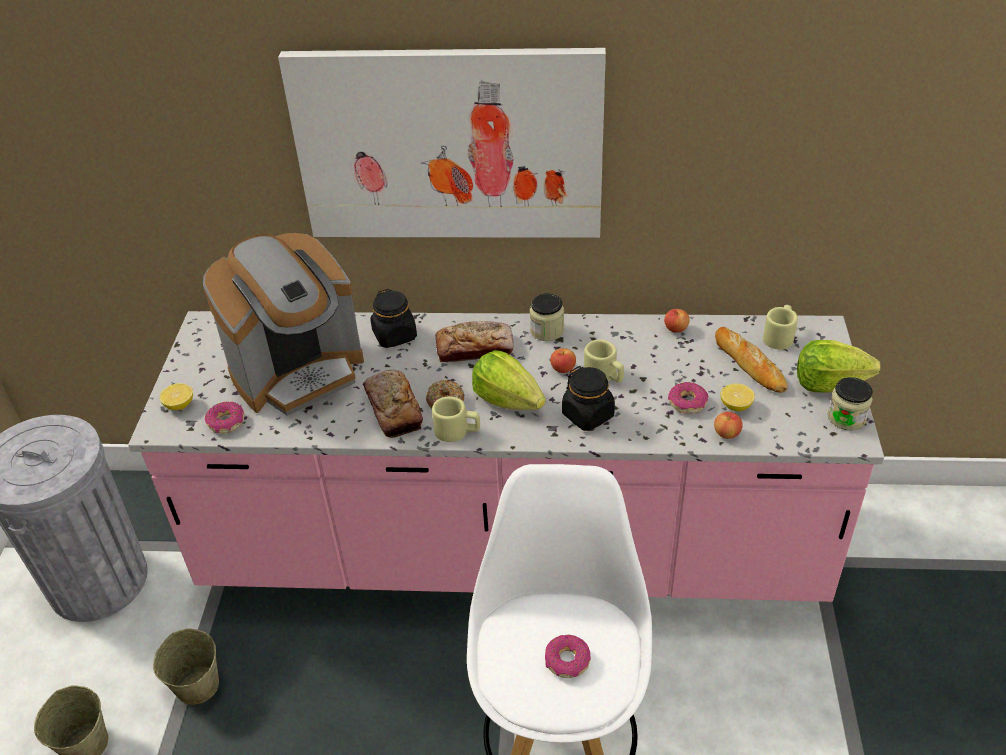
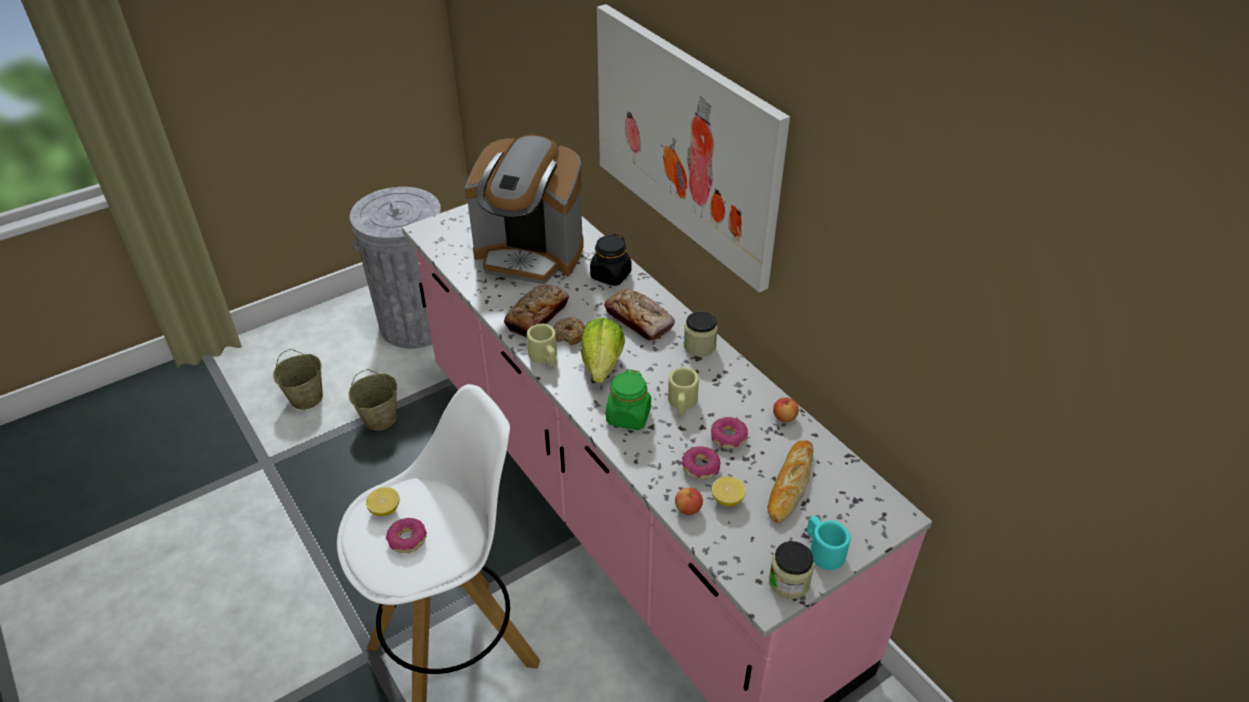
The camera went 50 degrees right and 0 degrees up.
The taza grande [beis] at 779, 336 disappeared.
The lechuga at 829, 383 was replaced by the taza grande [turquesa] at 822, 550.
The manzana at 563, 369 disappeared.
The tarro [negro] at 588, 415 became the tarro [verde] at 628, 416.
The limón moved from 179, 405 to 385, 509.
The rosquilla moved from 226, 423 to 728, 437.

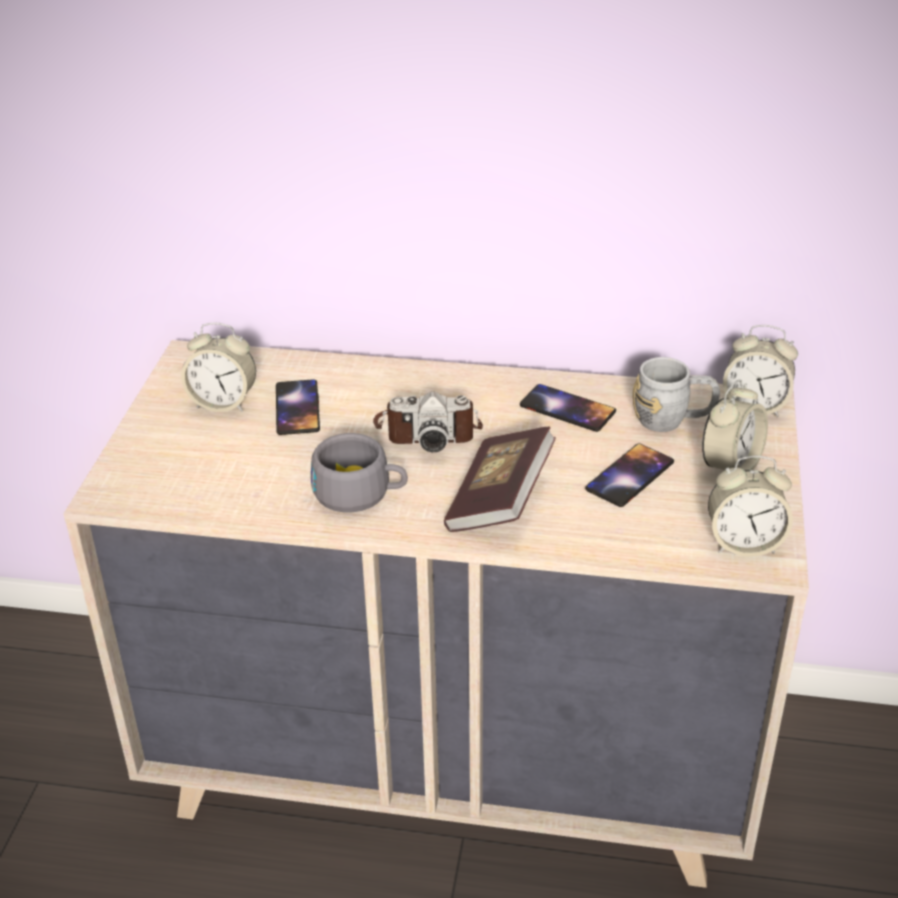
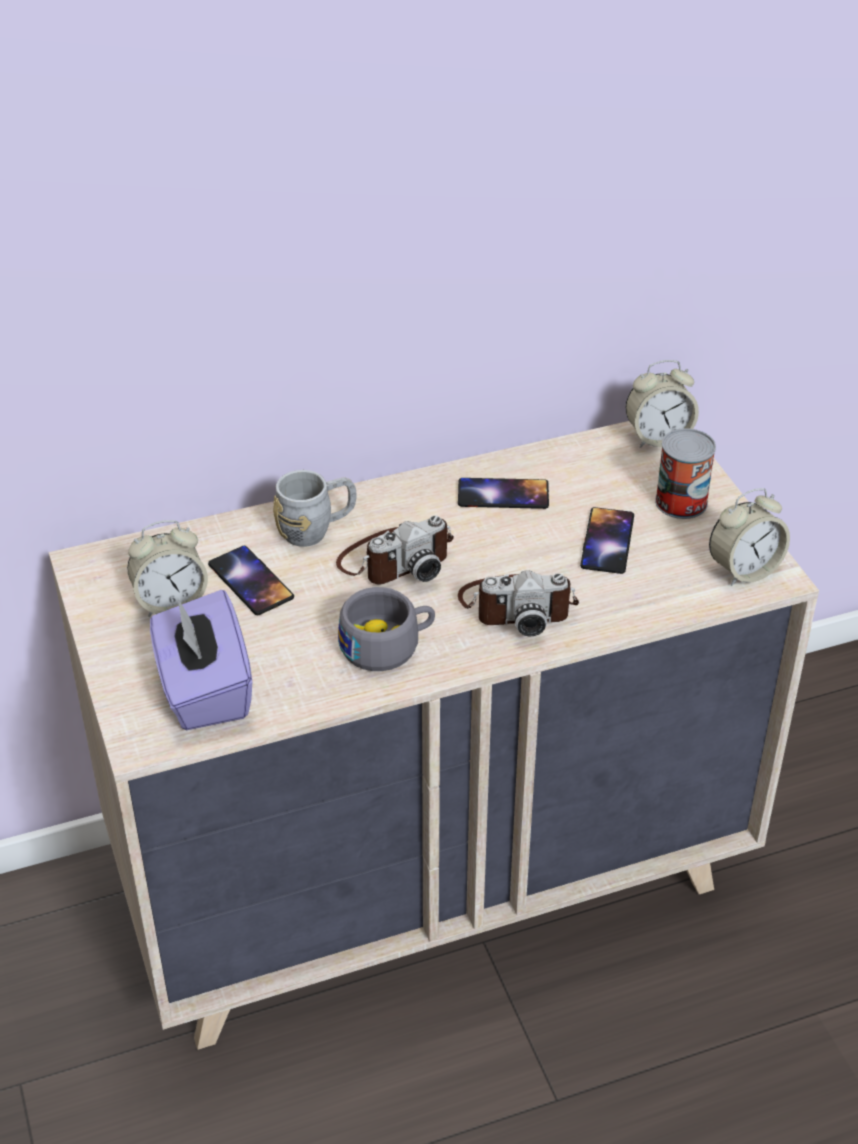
The camera went 30 degrees left and 5 degrees up.
The taza grande [gris] moved from 672, 420 to 316, 529.
The despertador at 730, 466 was replaced by the lata at 681, 502.
The libro at 499, 501 was replaced by the cámara at 517, 606.
The caja de pañuelos [morado] at 204, 690 appeared.

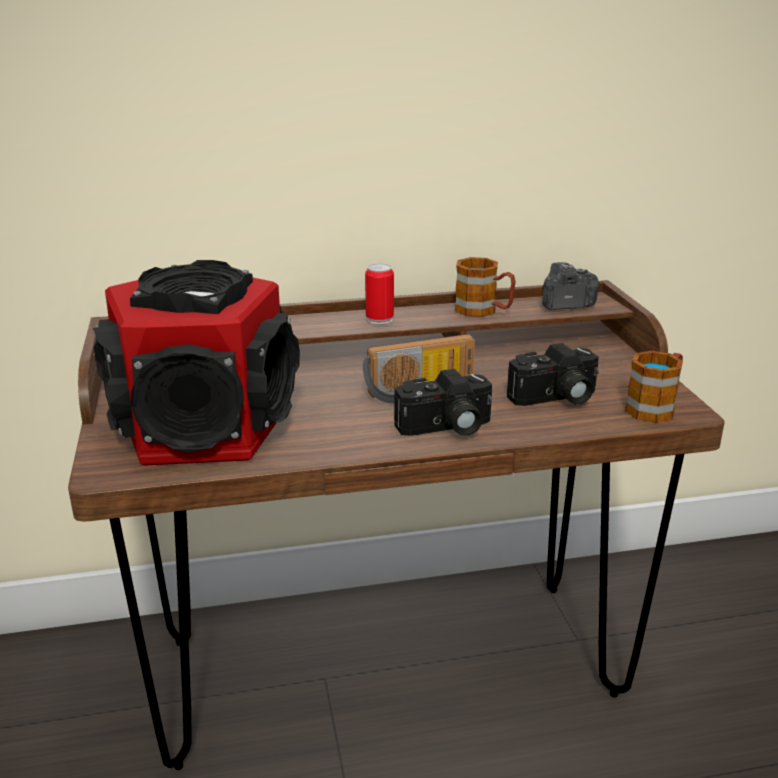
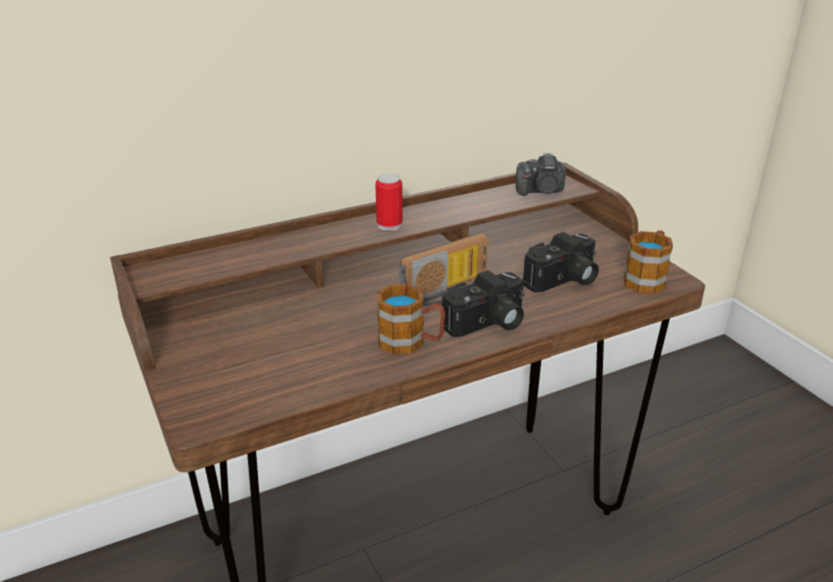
The camera went 15 degrees left and 5 degrees up.
The taza grande moved from 483, 311 to 411, 342.
The altavoz at 202, 428 disappeared.
The cámara at 565, 305 turned 150 degrees counterclockwise.

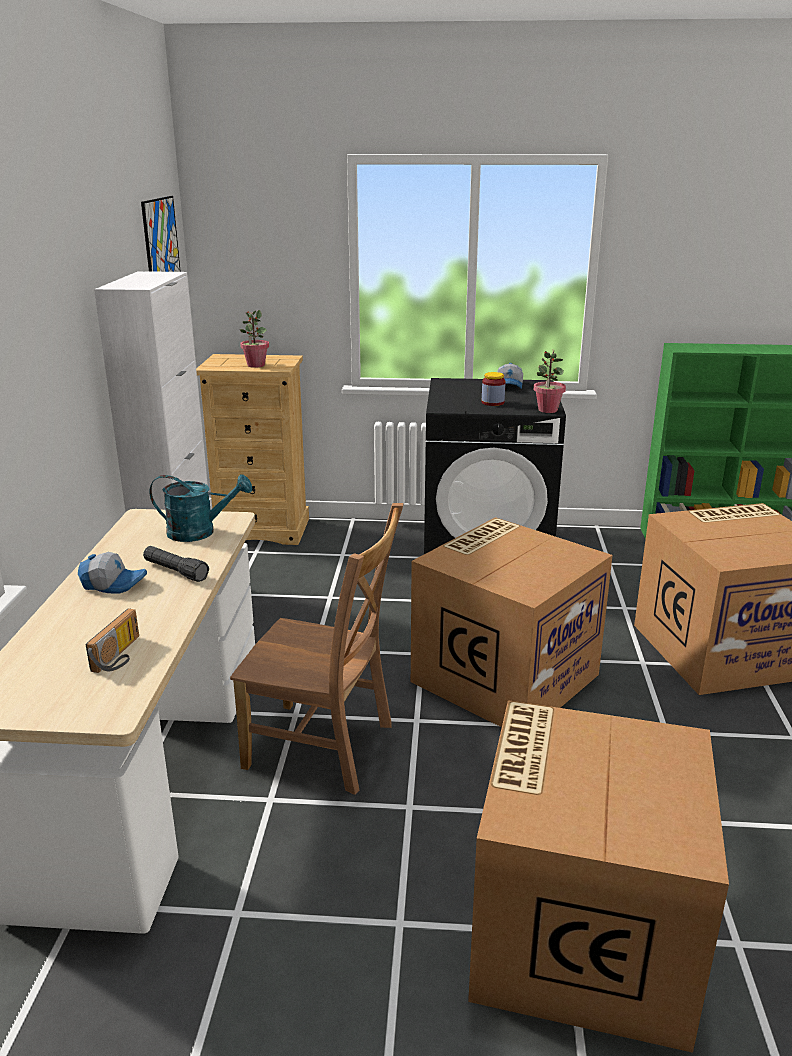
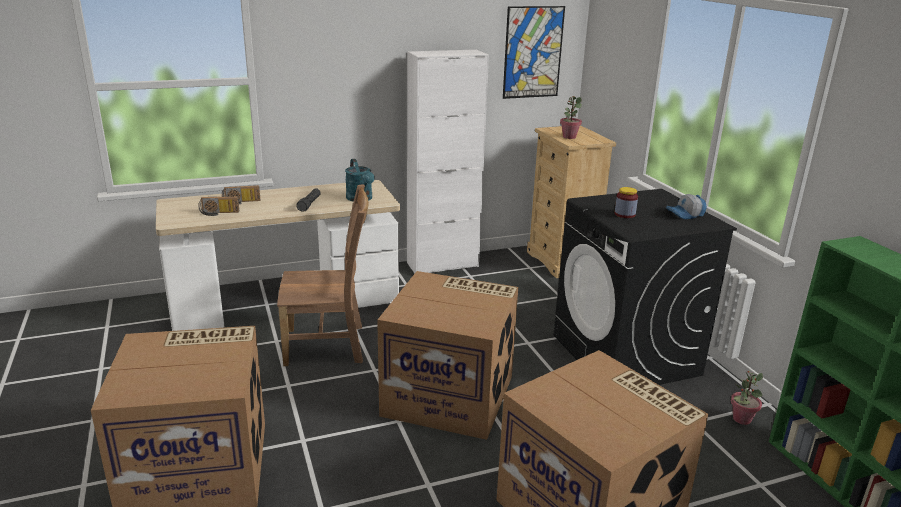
The camera went 65 degrees right and 0 degrees up.
The planta en maceta moved from 547, 410 to 741, 419.
The silla [marrón] at 325, 748 turned 90 degrees counterclockwise.
The gorra at 114, 584 disappeared.
The radio at 241, 202 appeared.

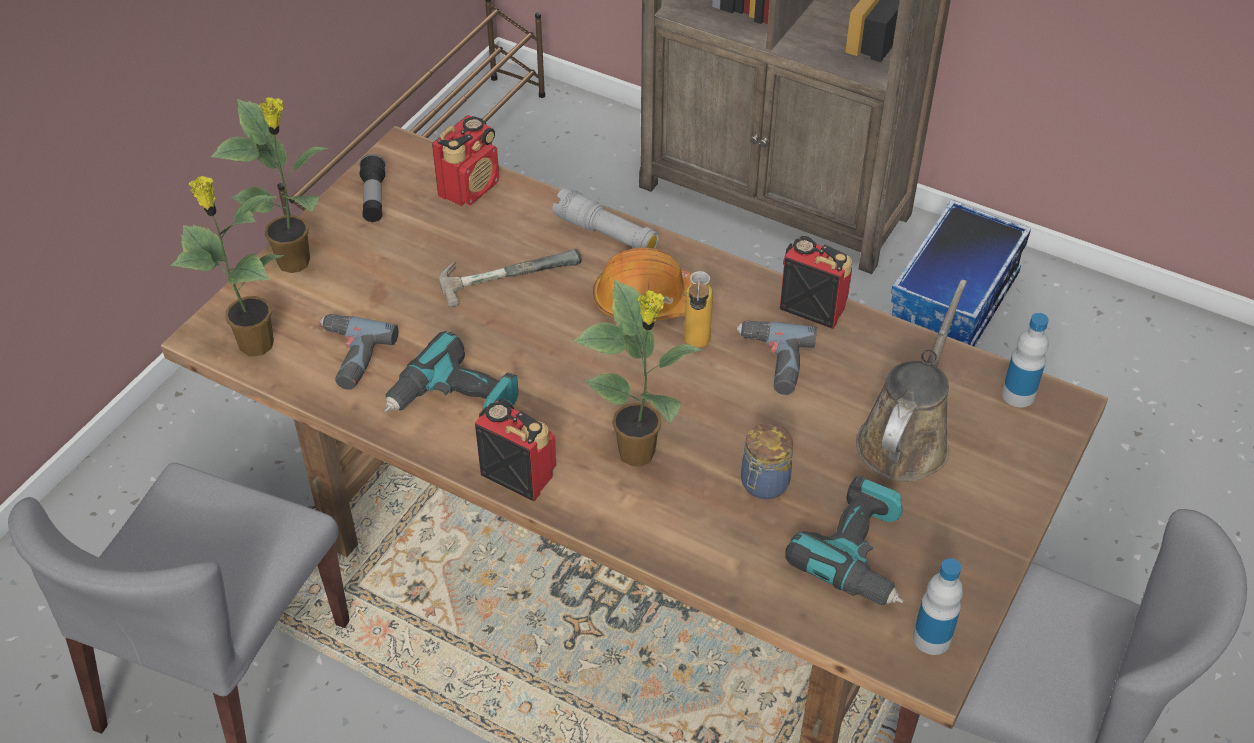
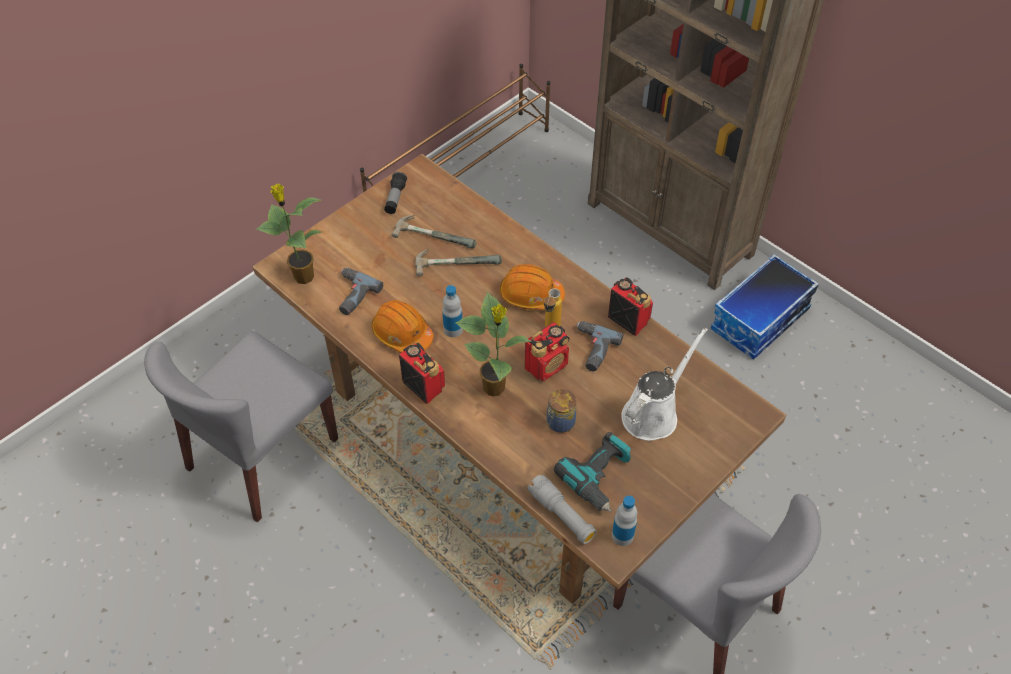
The camera went 15 degrees right and 5 degrees up.
The planta en maceta at 296, 262 disappeared.
The radio moved from 470, 188 to 547, 366.
The linterna [gris] moved from 606, 234 to 561, 515.
The regadera [marrón] at 906, 438 became the regadera [blanco] at 653, 413.
The botella moved from 1018, 395 to 453, 329.
The taladro at 454, 401 was replaced by the casco [naranja] at 402, 334.
The martillo at 436, 233 appeared.

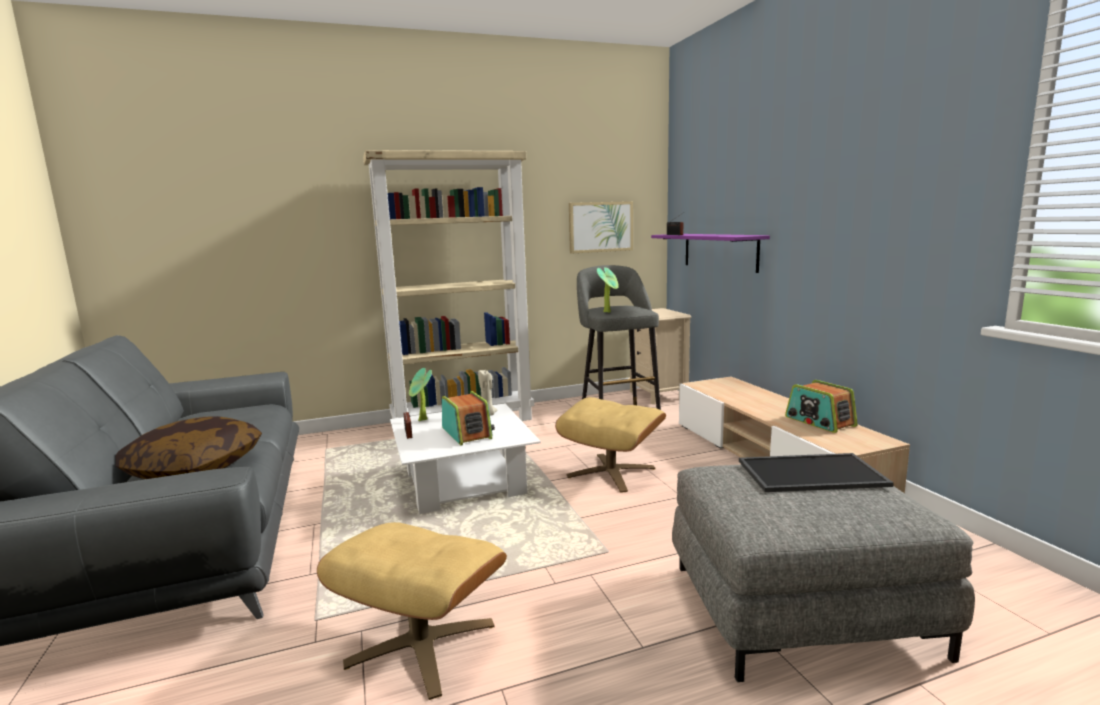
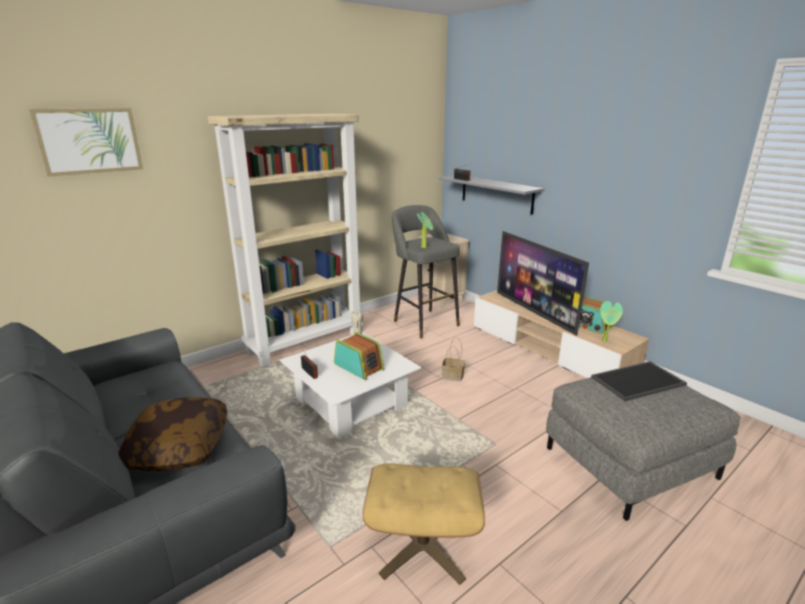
The camera went 20 degrees left and 10 degrees up.
The cuadro moved from 600, 227 to 89, 141.
The estante [morado] at 719, 251 became the estante [gris] at 496, 194.
The planta en maceta moved from 422, 420 to 605, 341.
The puf [beis] at 611, 472 was replaced by the cesta at 453, 376.
The televisor at 535, 312 appeared.

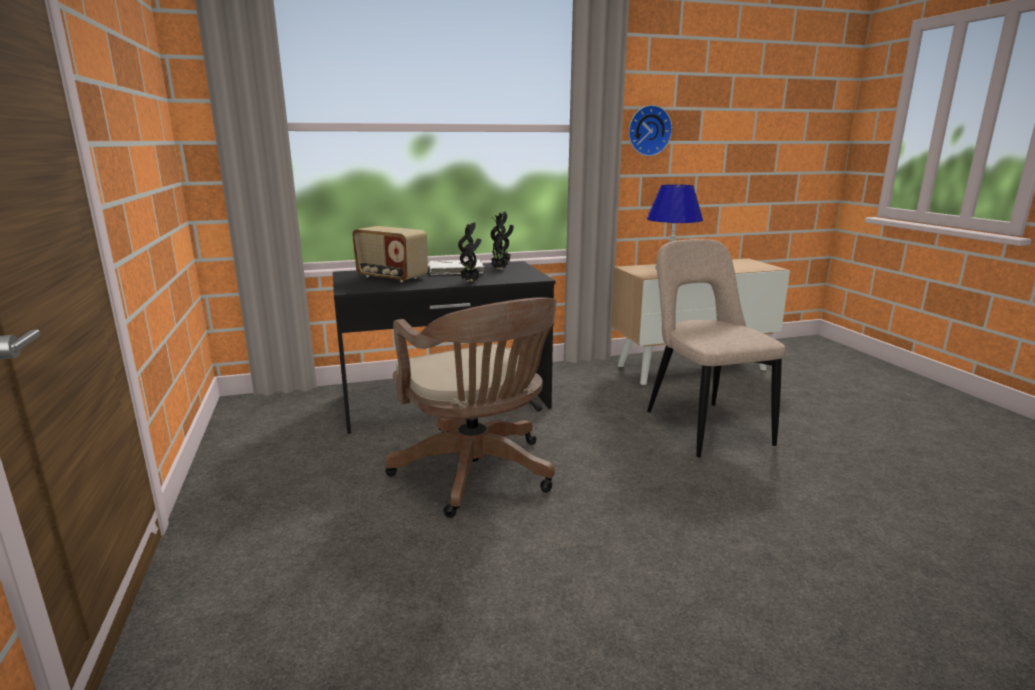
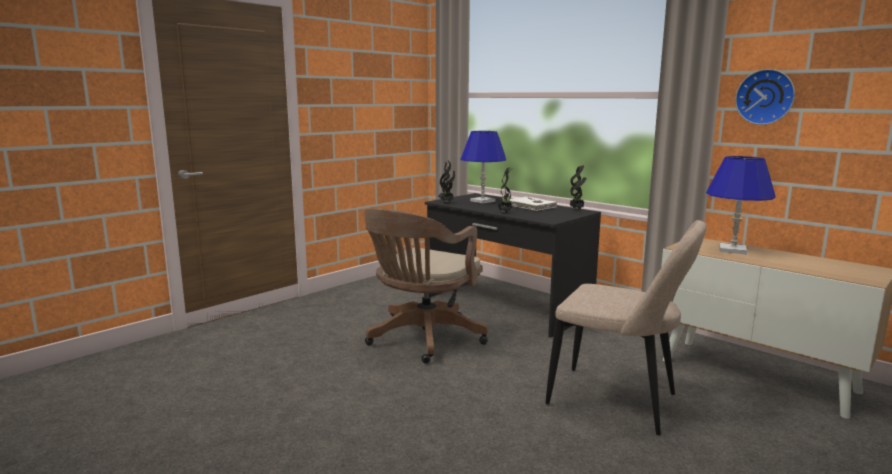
The camera went 60 degrees right and 5 degrees down.
The planta en maceta moved from 498, 269 to 447, 202.
The radio at 391, 277 was replaced by the lámpara de mesa [azul] at 482, 201.
The silla [beis] at 703, 426 turned 75 degrees clockwise.

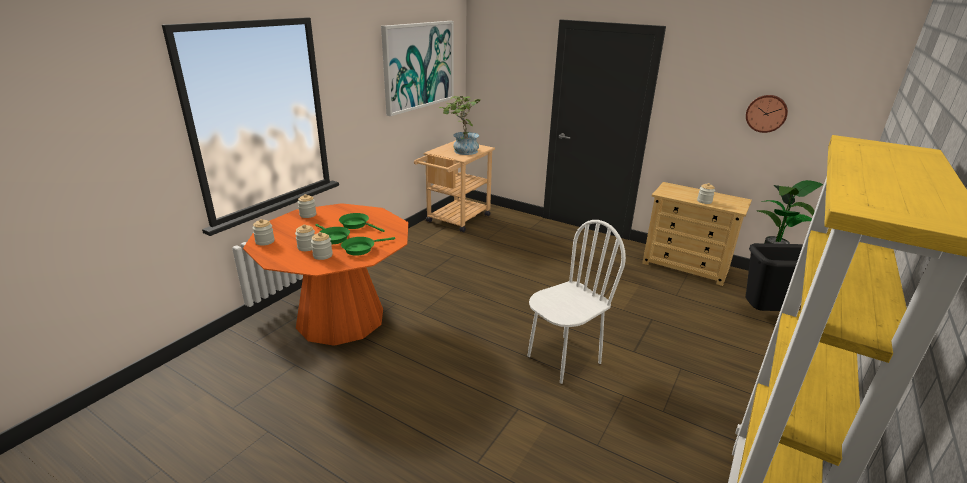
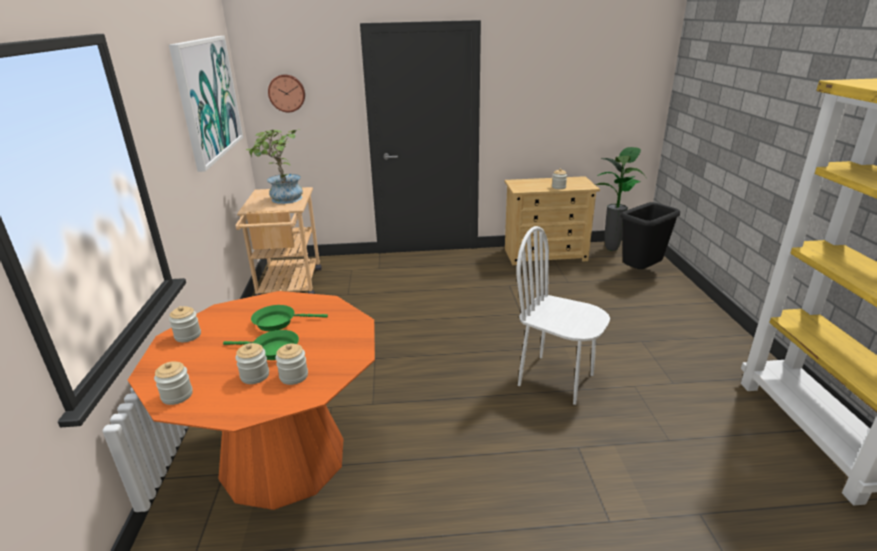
The camera went 35 degrees left and 0 degrees up.
The reloj de pared moved from 766, 113 to 287, 93.
The silla [blanco] at 563, 359 turned 75 degrees counterclockwise.
The sartén [verde] at 361, 249 disappeared.

